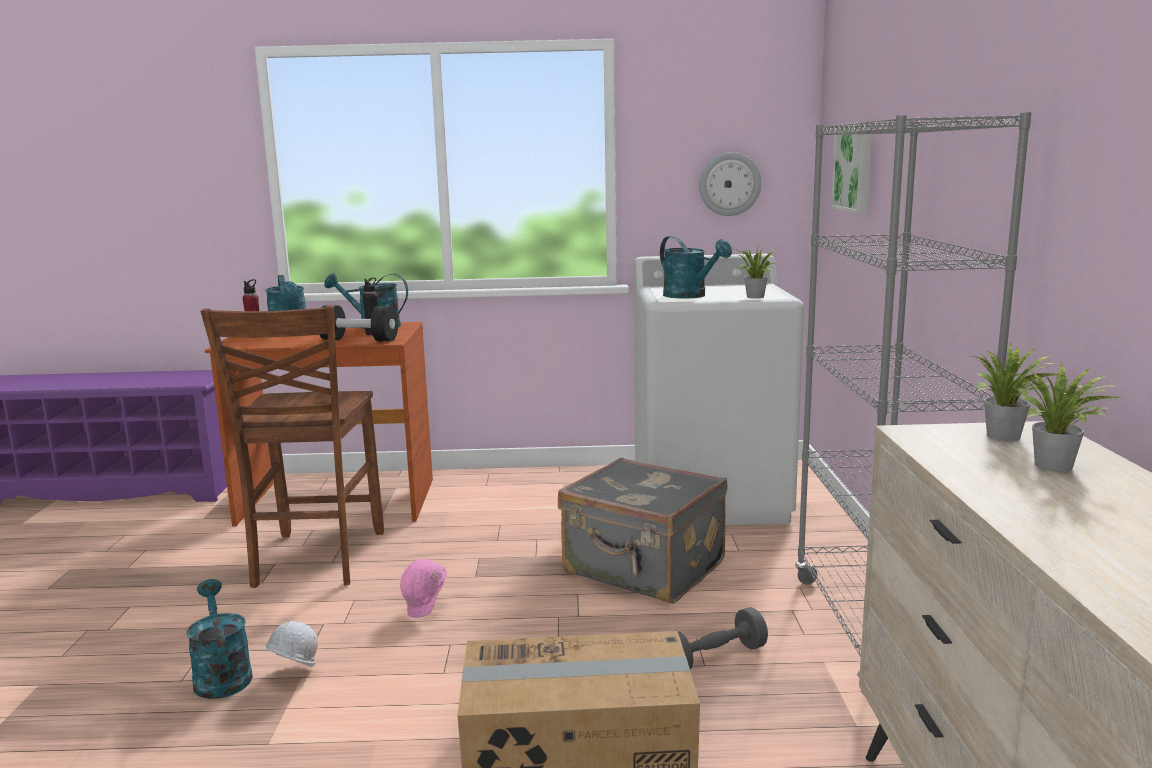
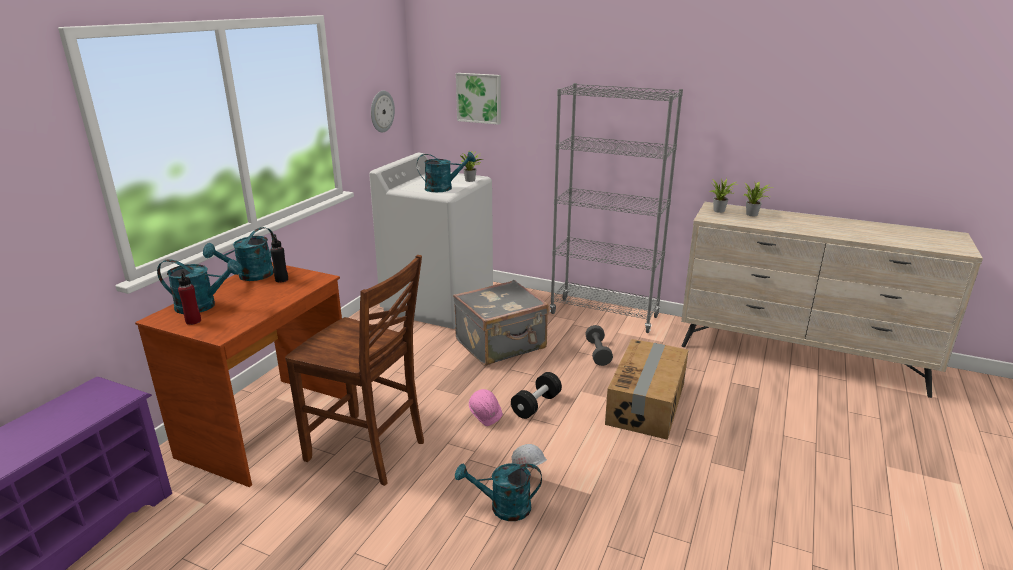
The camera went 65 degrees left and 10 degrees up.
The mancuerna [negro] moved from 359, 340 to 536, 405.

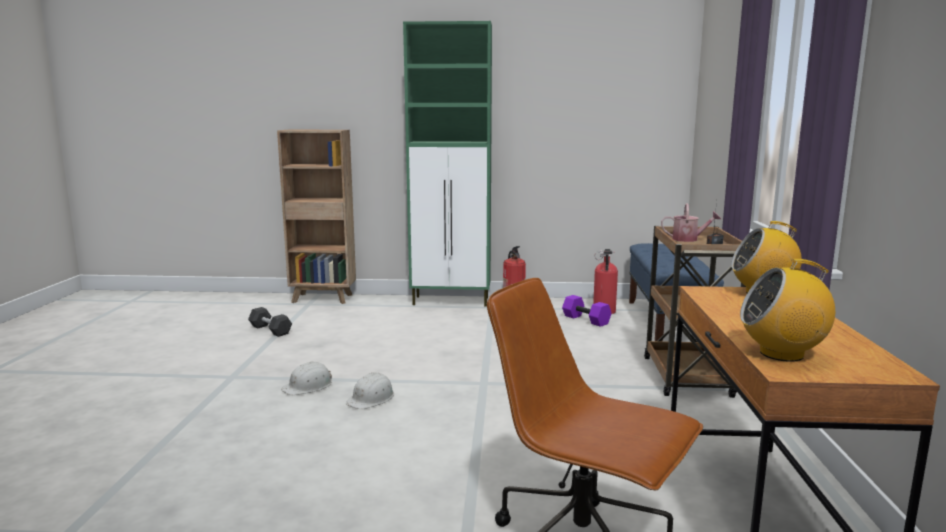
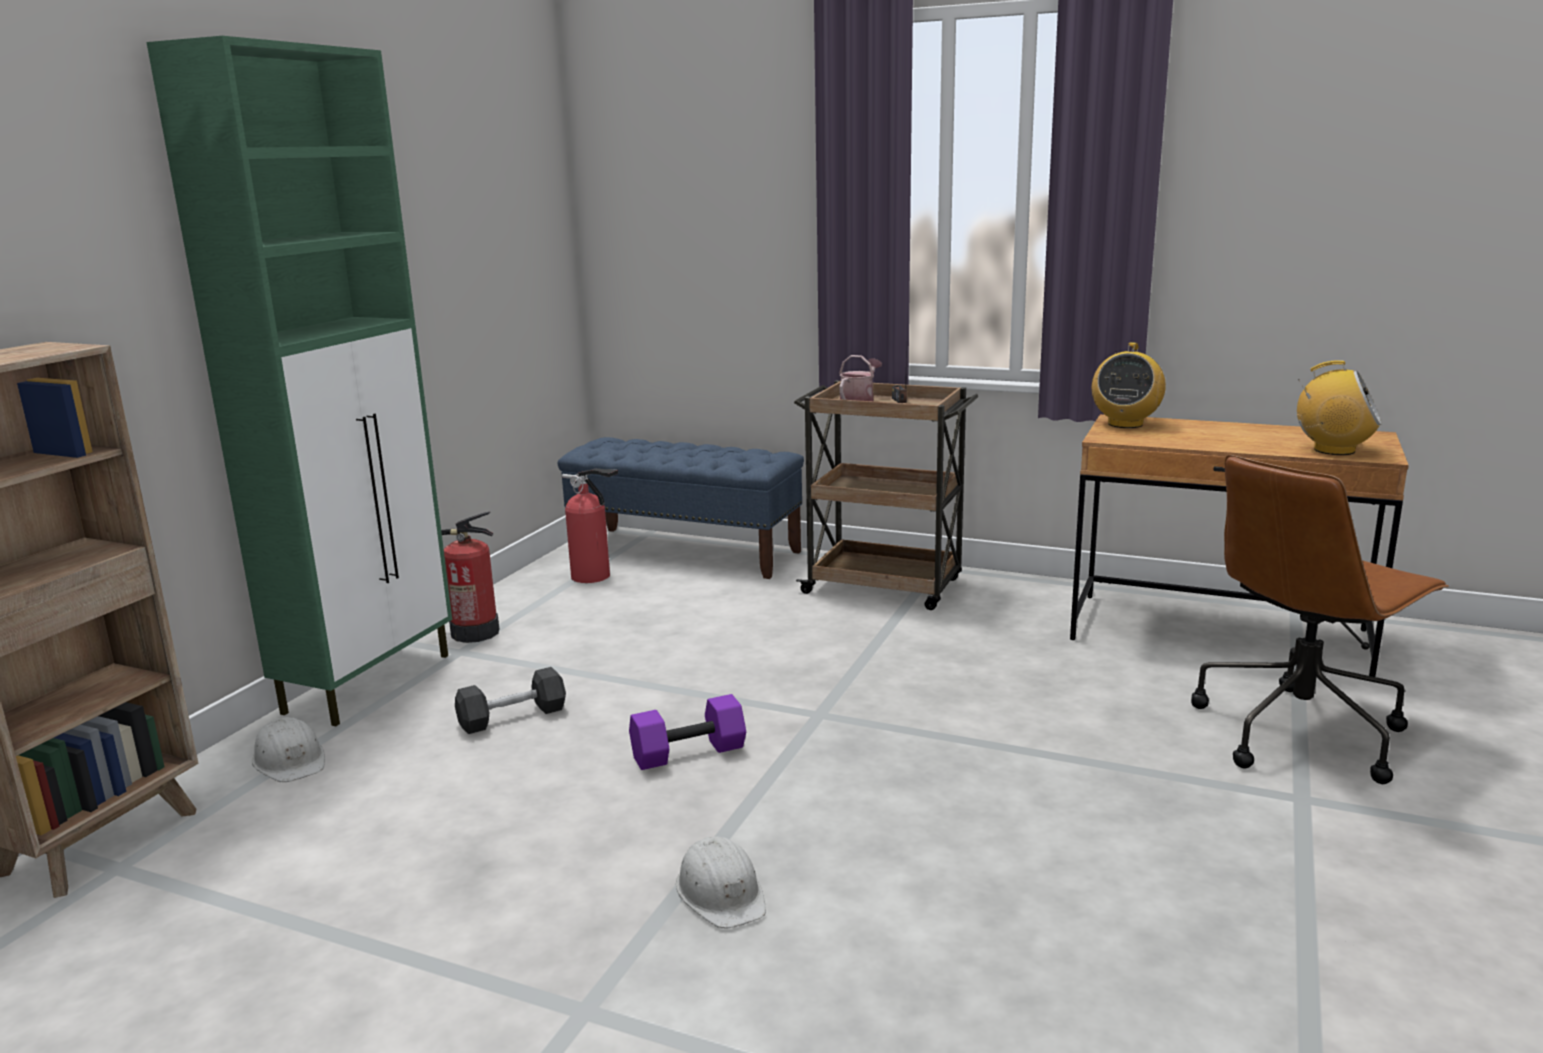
The camera went 70 degrees left and 5 degrees up.
The radio at 782, 354 turned 90 degrees counterclockwise.
The mancuerna [morado] moved from 586, 320 to 689, 751.
The mancuerna [negro] moved from 270, 330 to 512, 717.
The casco [blanco] moved from 371, 398 to 290, 761.

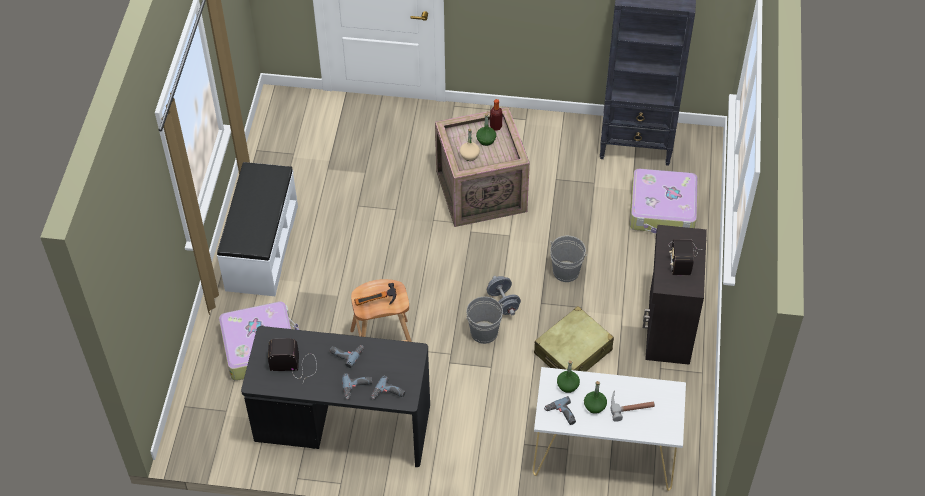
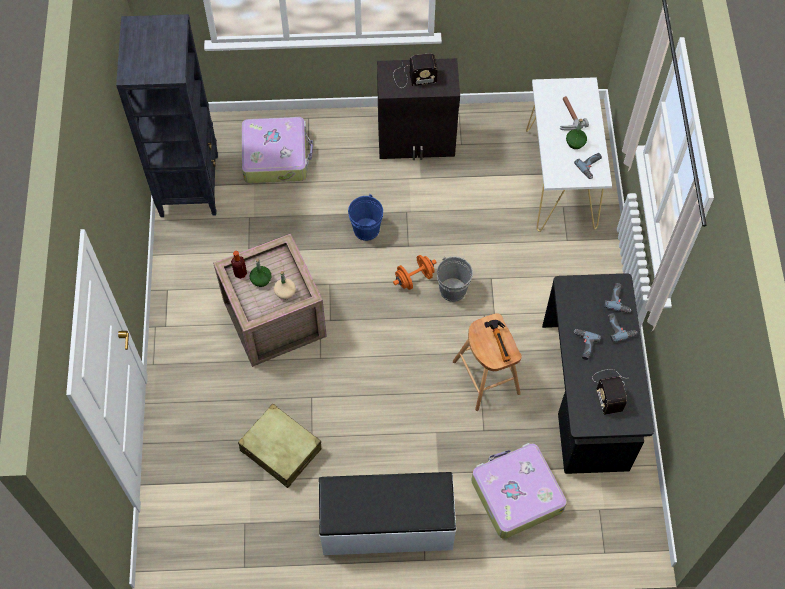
The camera went 100 degrees left and 10 degrees up.
The cubo [gris] at 566, 271 became the cubo [azul] at 366, 229.
The mancuerna [gris] at 503, 303 became the mancuerna [naranja] at 414, 278.
The maleta [beis] moved from 573, 352 to 280, 450.
The botella [verde] at 567, 385 disappeared.

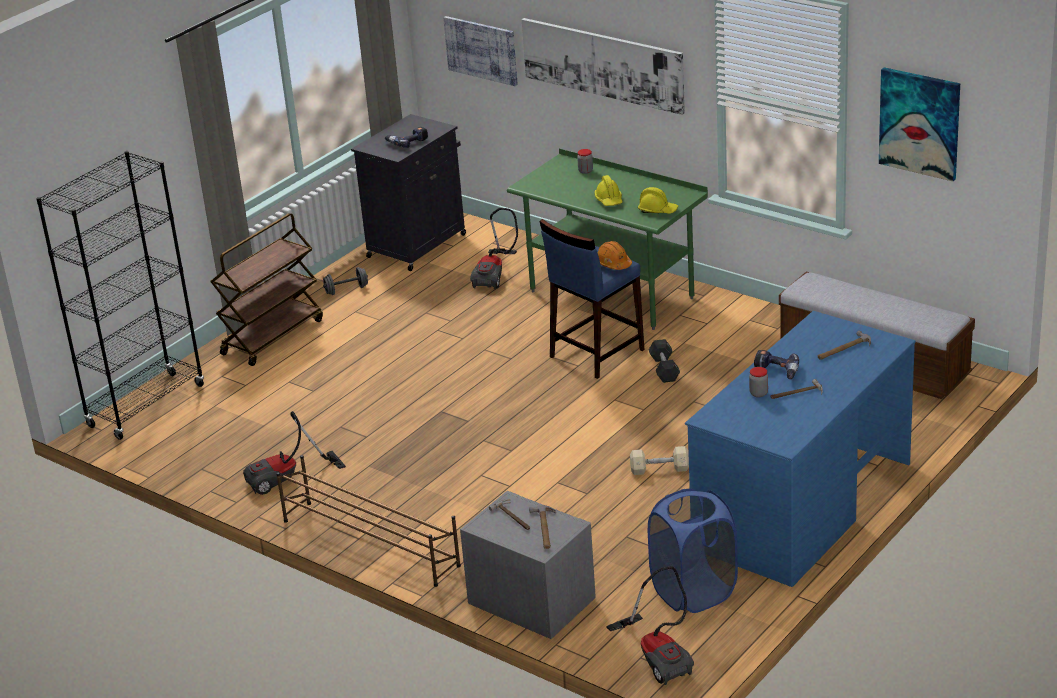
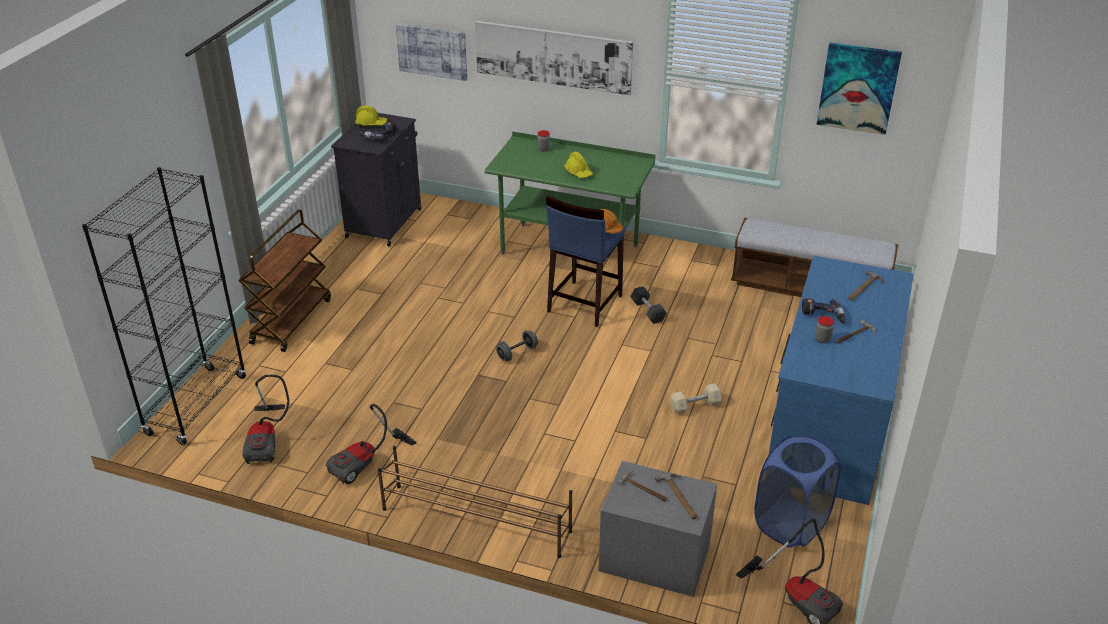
The camera went 20 degrees left and 5 degrees up.
The casco [amarillo] moved from 658, 210 to 371, 124.
The aspiradora moved from 495, 274 to 267, 440.
The mancuerna [gris] moved from 346, 290 to 517, 353.

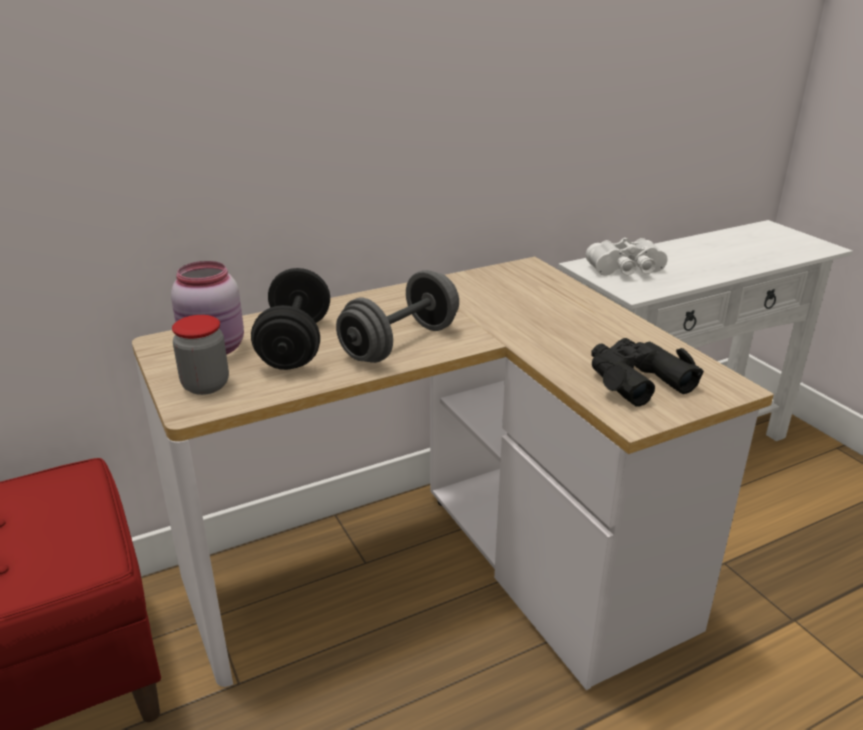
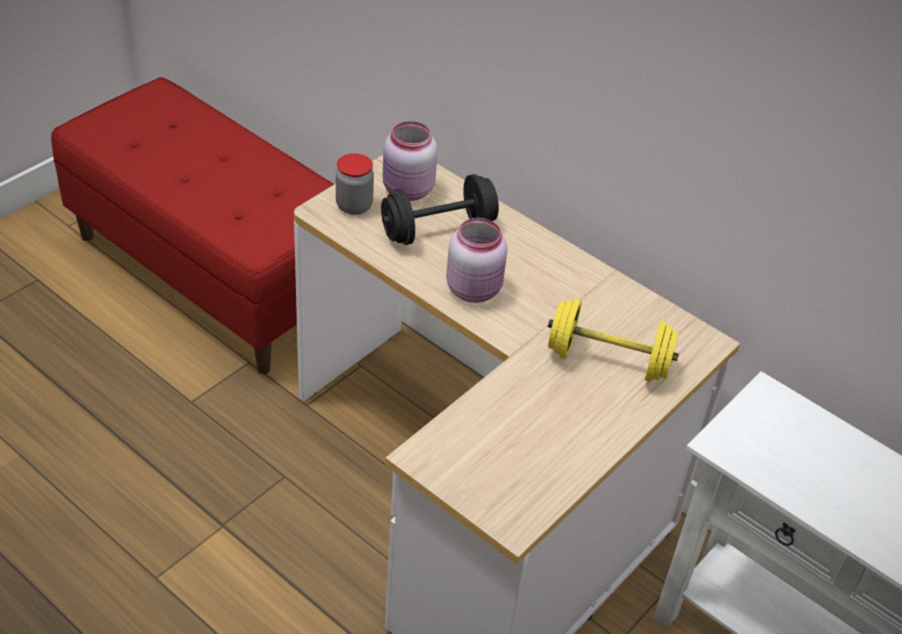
The camera went 65 degrees right and 15 degrees up.
The prismáticos [blanco] at 627, 271 disappeared.
The mancuerna [gris] at 400, 343 was replaced by the tarro [rosa] at 475, 289.
The prismáticos [negro] at 636, 379 disappeared.
The mancuerna [amarillo] at 608, 361 appeared.

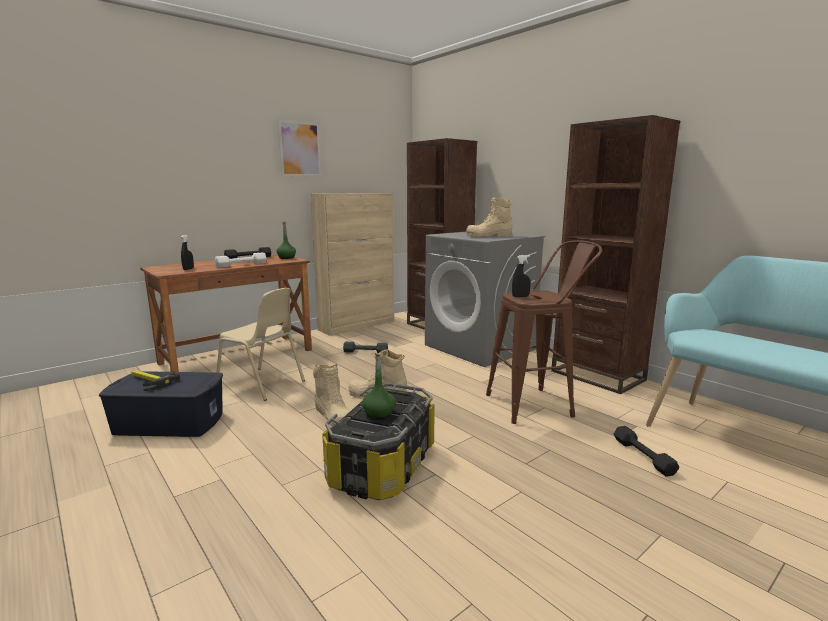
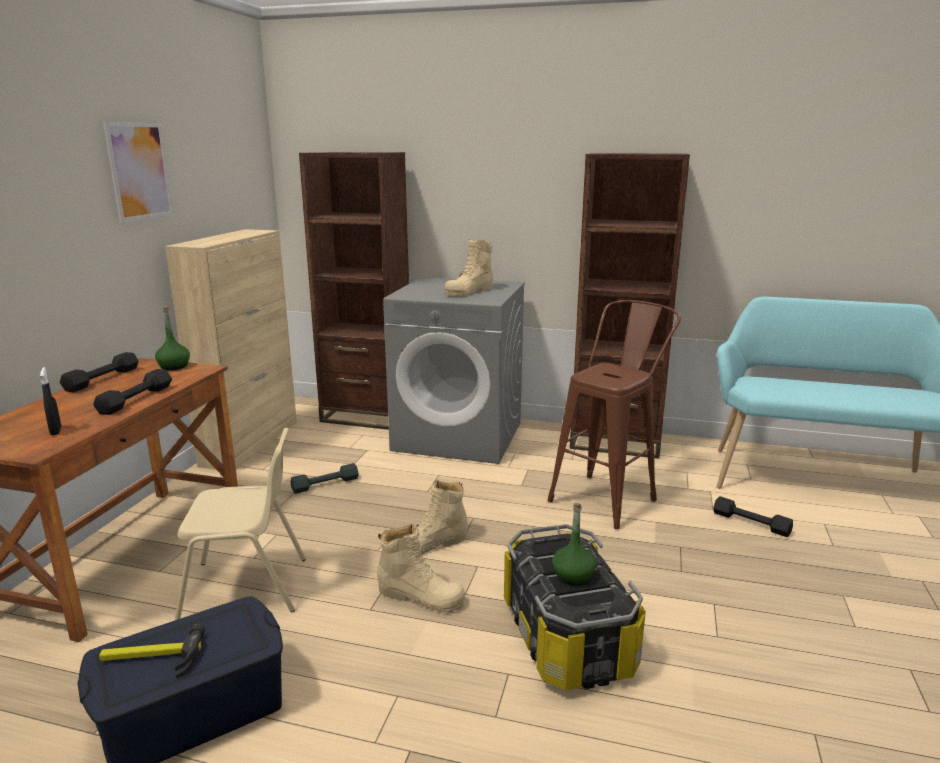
The camera went 35 degrees left and 5 degrees up.
The mancuerna [blanco] at 241, 265 became the mancuerna [negro] at 136, 399.
The pulverizador [negro] at 520, 296 disappeared.

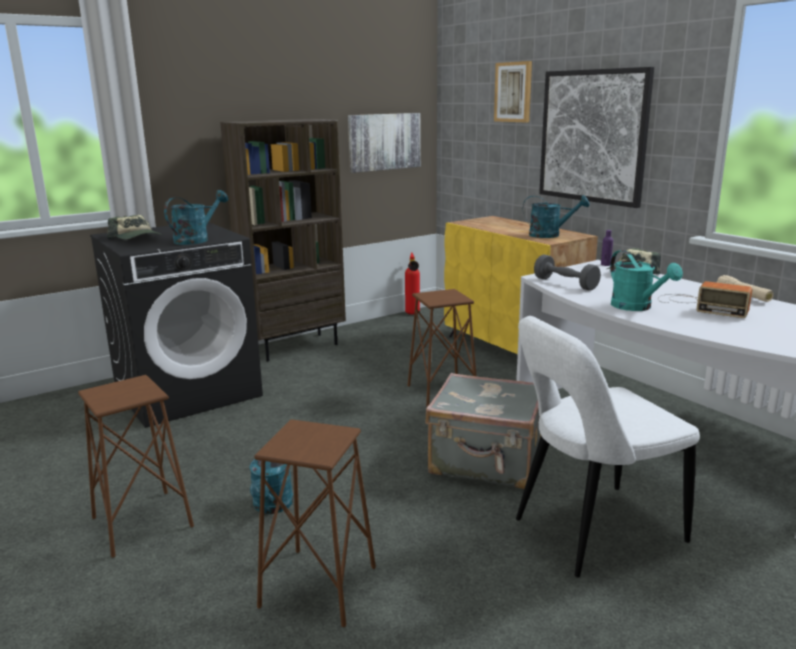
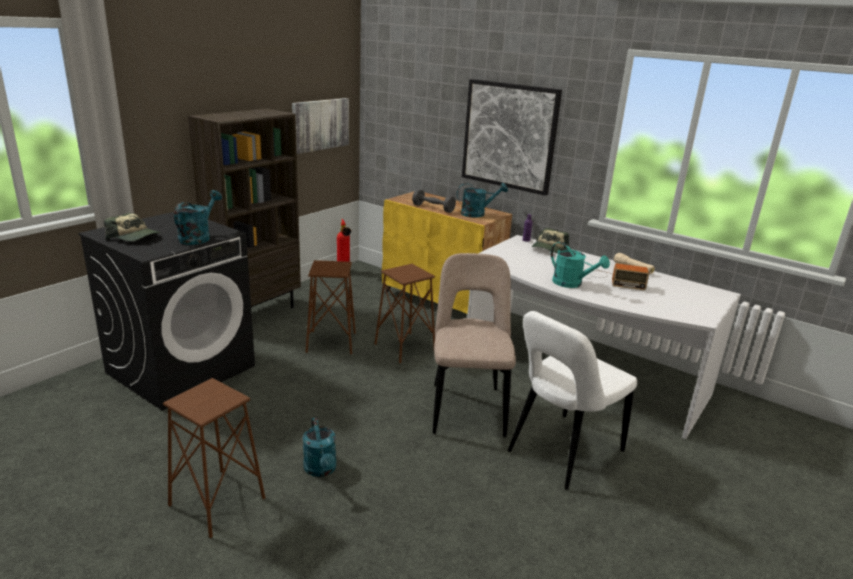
The camera went 20 degrees left and 5 degrees up.
The cuadro at 513, 92 disappeared.
The mancuerna [gris] moved from 565, 284 to 433, 208.
The maleta [gris] at 487, 462 was replaced by the silla [beis] at 467, 407.
The taburete [marrón] moved from 318, 586 to 331, 342.

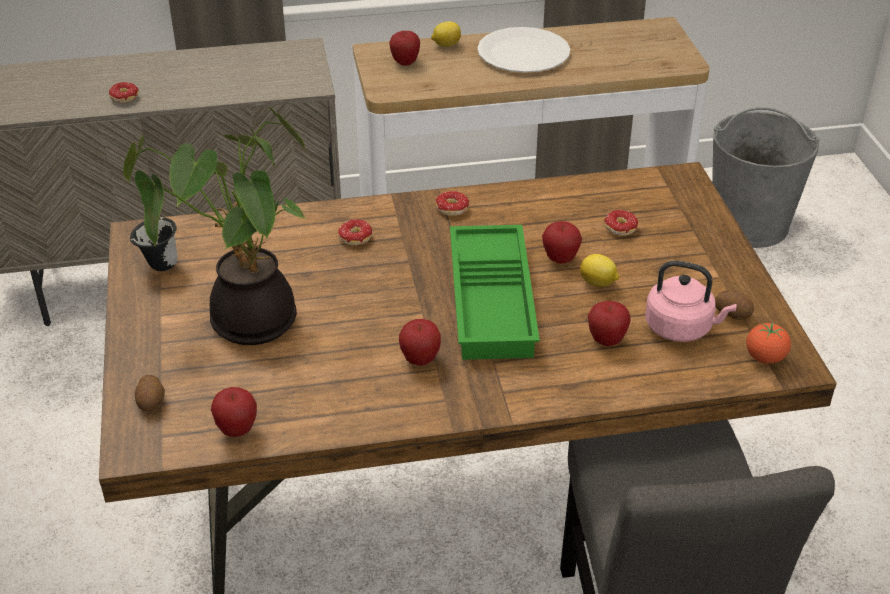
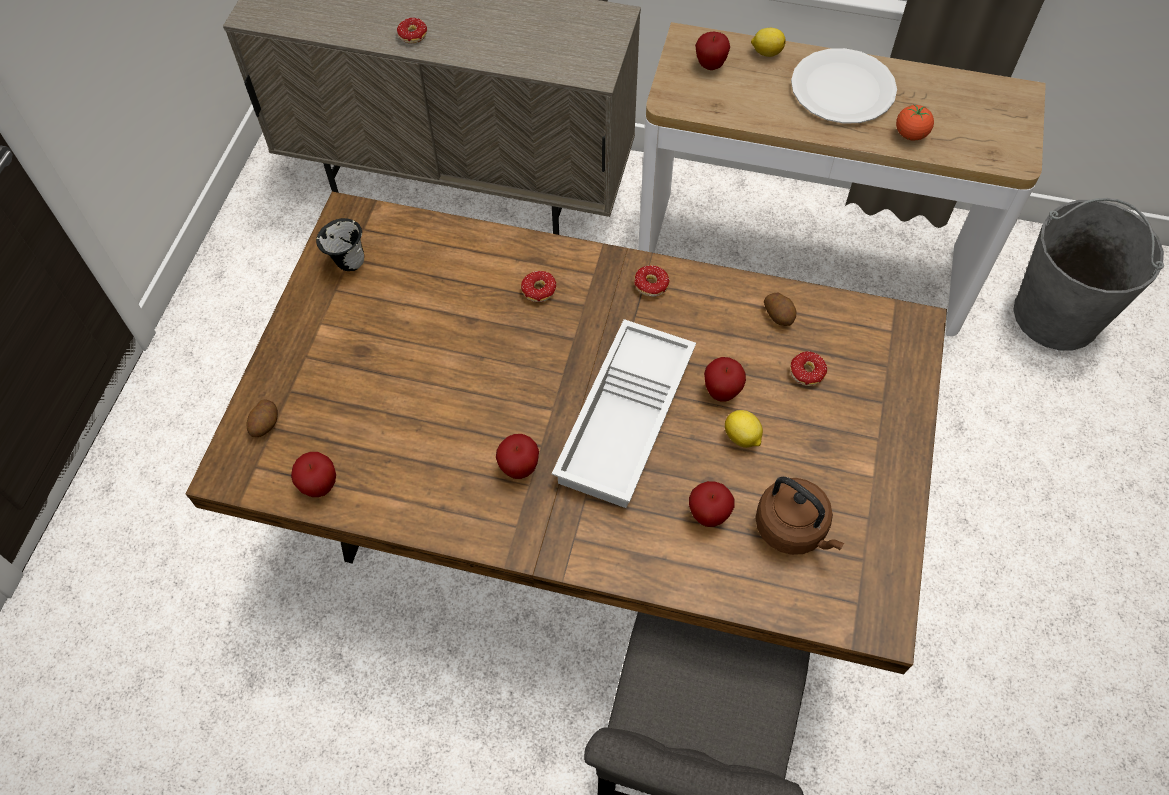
The camera went 25 degrees right and 20 degrees up.
The planta en maceta at 245, 321 disappeared.
The bandeja [verde] at 494, 301 became the bandeja [blanco] at 627, 421.
The hervidor [rosa] at 682, 328 became the hervidor [marrón] at 793, 529.
The patata moved from 732, 313 to 779, 315.
The tomate moved from 765, 358 to 910, 134.

